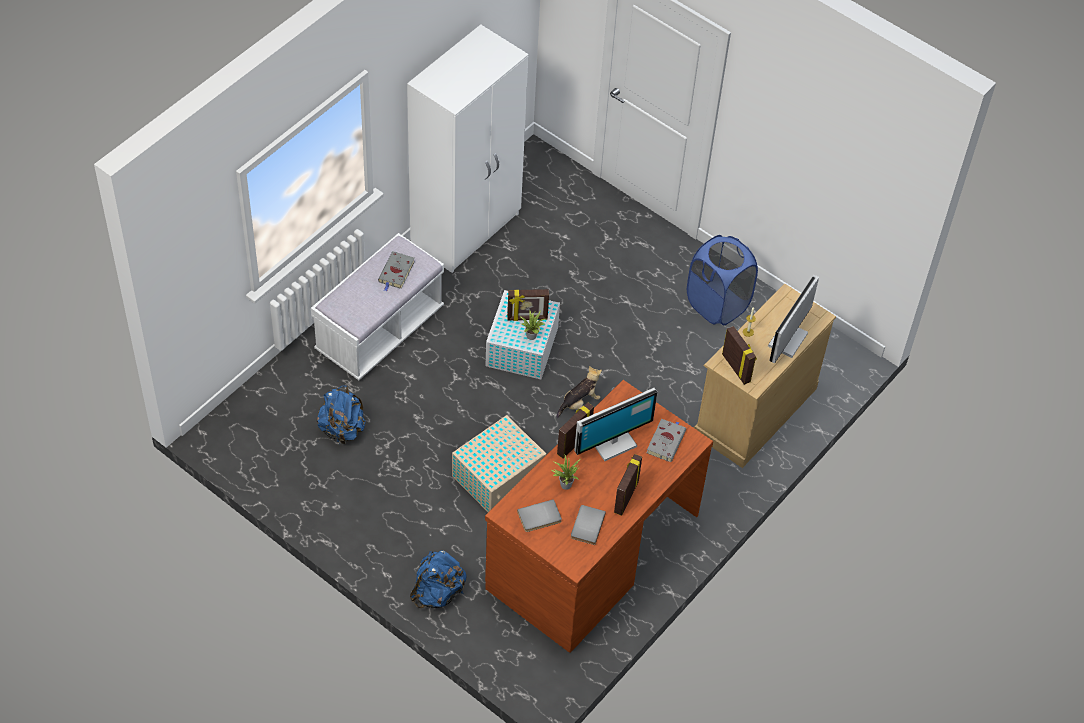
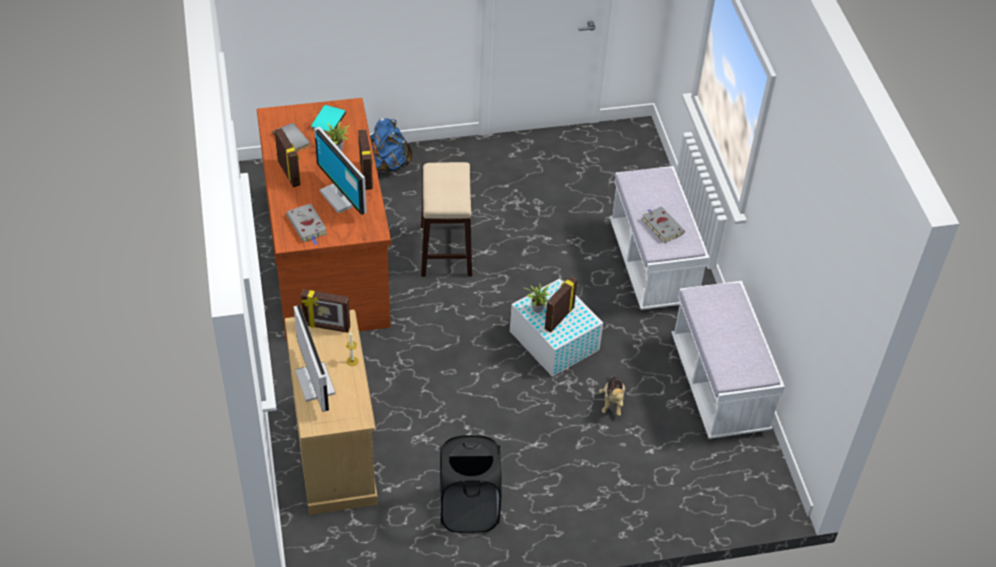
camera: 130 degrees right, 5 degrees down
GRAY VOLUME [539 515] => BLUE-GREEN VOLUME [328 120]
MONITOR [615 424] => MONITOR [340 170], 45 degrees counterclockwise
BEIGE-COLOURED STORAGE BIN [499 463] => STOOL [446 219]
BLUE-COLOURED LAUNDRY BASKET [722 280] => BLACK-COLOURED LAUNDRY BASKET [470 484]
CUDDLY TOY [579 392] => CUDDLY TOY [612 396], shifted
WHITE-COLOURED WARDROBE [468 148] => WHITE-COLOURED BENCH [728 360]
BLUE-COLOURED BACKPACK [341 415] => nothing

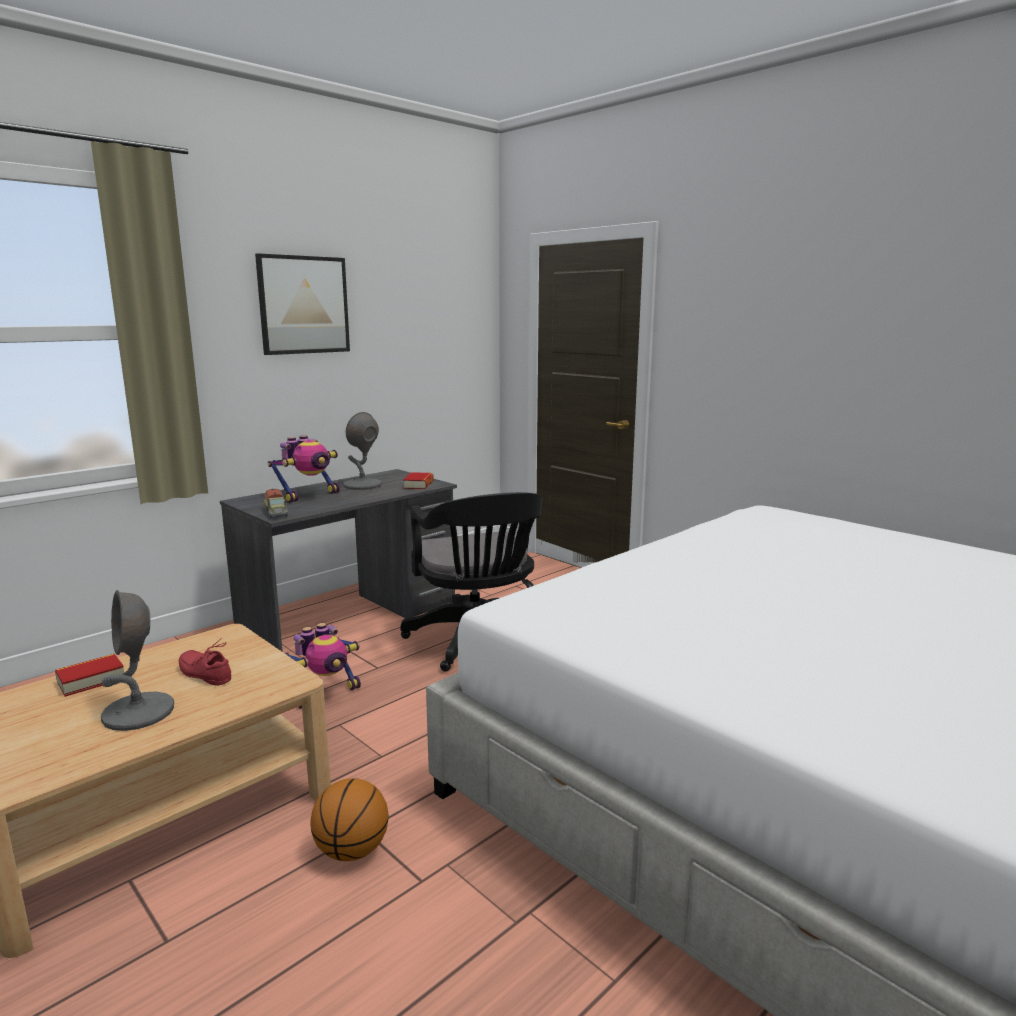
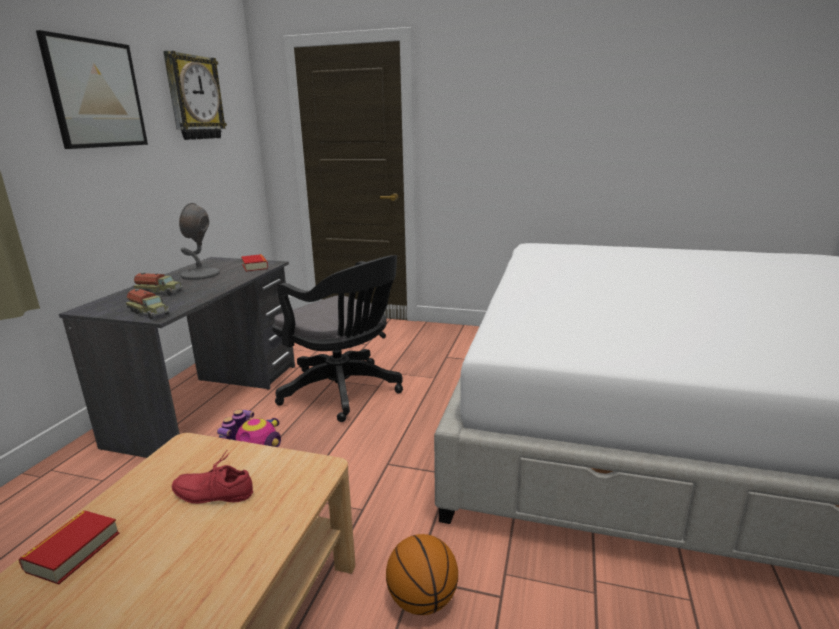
camera: 30 degrees left, 5 degrees up
MODEL ROBOT [304 469] => MODEL TRUCK [158 284]
nothing => HANGING CLOCK [195 95]
GRAY LAMP FOR A TABLE [137 660] => nothing

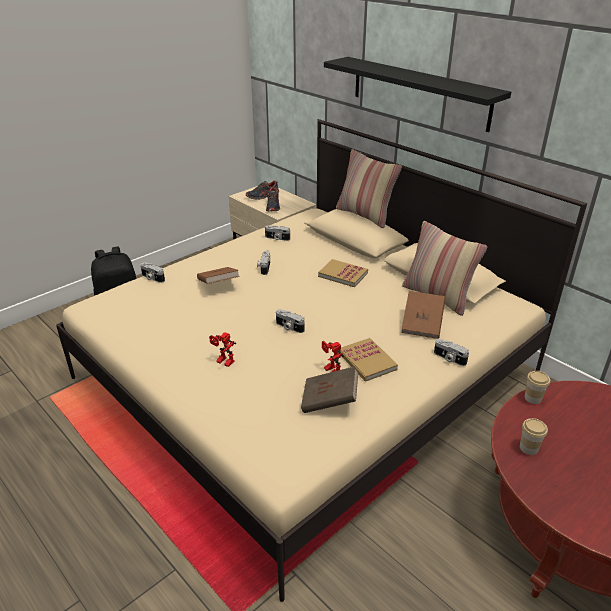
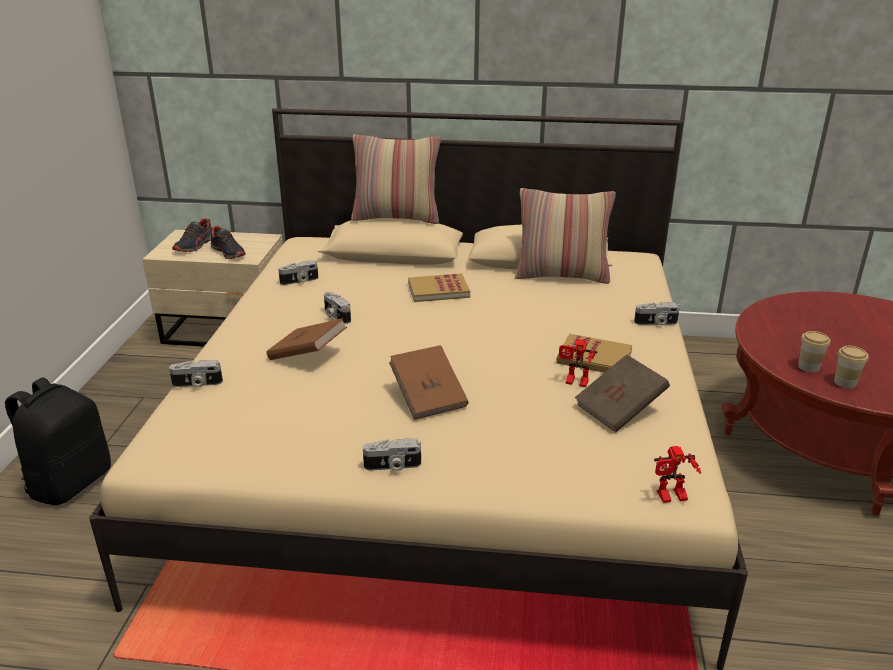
camera: 40 degrees left, 5 degrees down
PHOTO CAMERA [290 321] => PHOTO CAMERA [392 455], shifted
BROWN-COLOURED VOLUME [423 315] => BROWN-COLOURED VOLUME [429 382], shifted
MODEL ROBOT [222 349] => MODEL ROBOT [677 474], shifted
DRINKING CUP [537 387] => DRINKING CUP [851 367], shifted
BLACK-COLOURED WALL SHELF [417 94] => nothing

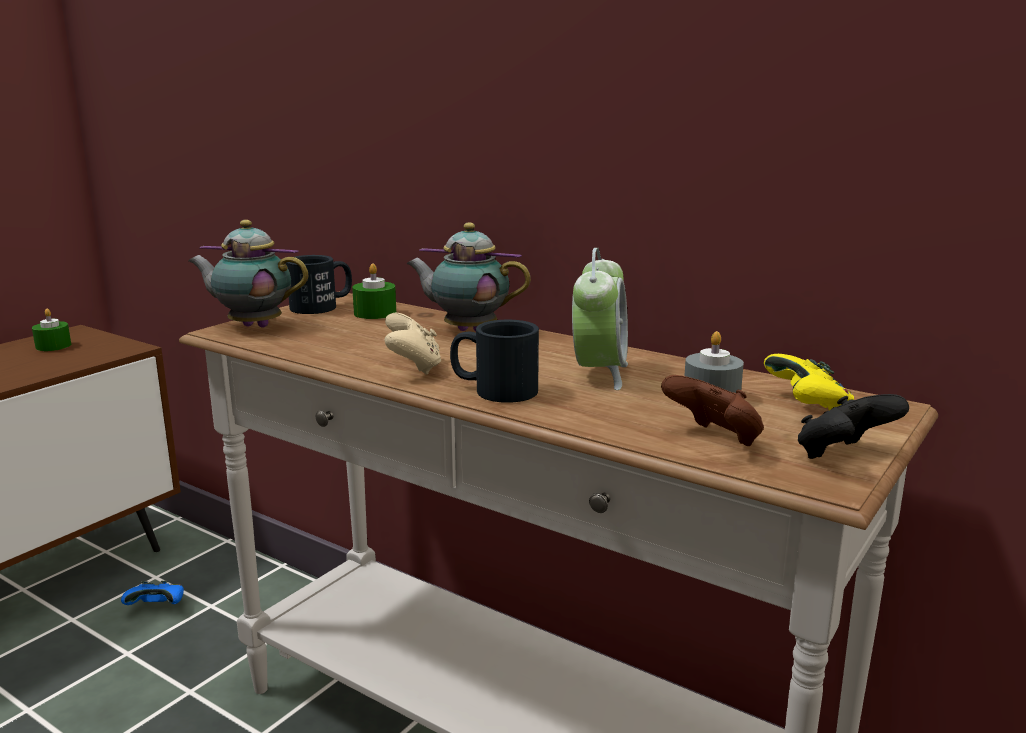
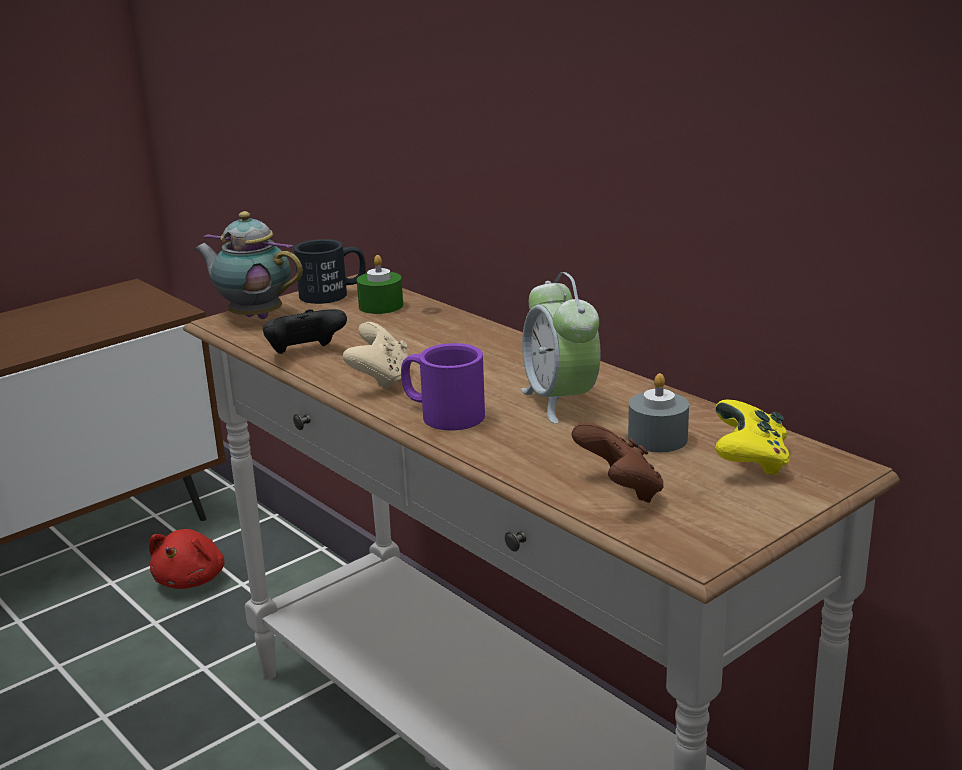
camera: 15 degrees right, 5 degrees up
BLUE-COLOURED JOYPAD [152 593] => RED CUDDLY TOY [187 559]
BLACK-COLOURED JOYPAD [853 426] => BLACK-COLOURED JOYPAD [305 331], shifted
BLACK-COLOURED COFFEE MUG [494 361] => PURPLE-COLOURED COFFEE MUG [443 386]
BEDSIDE CLOCK [600 319] => BEDSIDE CLOCK [561 348], 135 degrees clockwise
GREEN CANDLE [51 330] => nothing
TEAPOT [468 277] => nothing

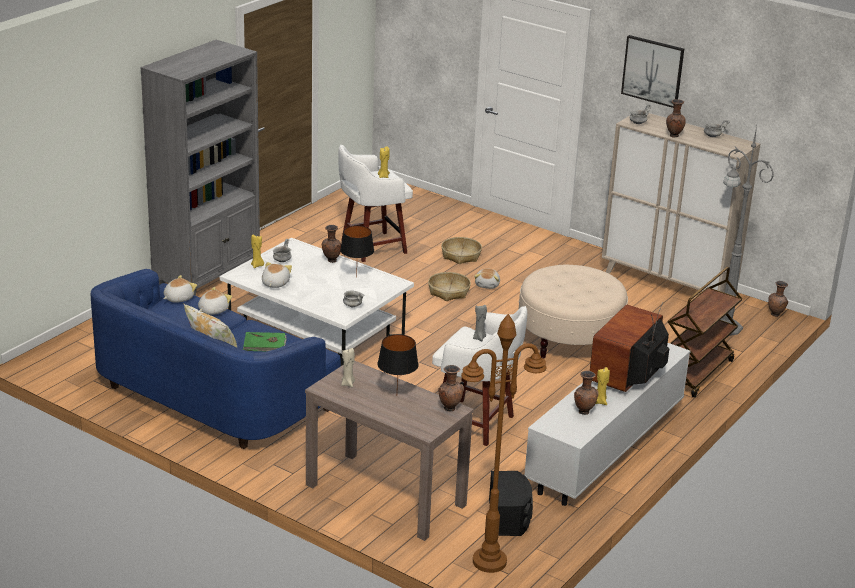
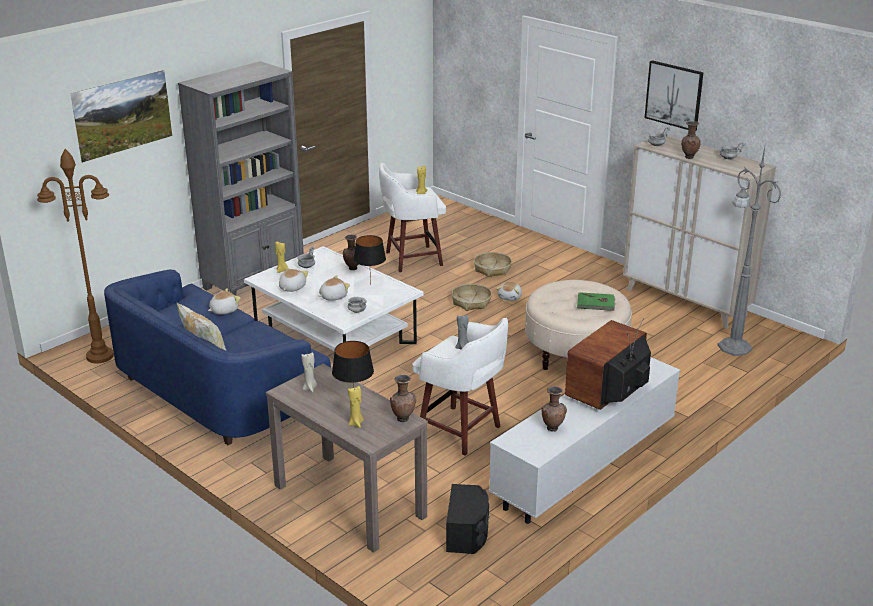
camera: 10 degrees right, 0 degrees up
BROWN-COLOURED FLOOR LAMP [503 443] => BROWN-COLOURED FLOOR LAMP [75 256], shifted
nothing => WALL ART [121 116]
CUDDLY TOY [180 289] => CUDDLY TOY [334 288], shifted
YELLOW-COLOURED CANDLE [603 386] => YELLOW-COLOURED CANDLE [356 407], shifted
GREEN VOLUME [265 341] => GREEN VOLUME [596 301], shifted
BROWN-COLOURED TROLLEY [705 332] => nothing
BROWN-COLOURED VASE [778 299] => nothing

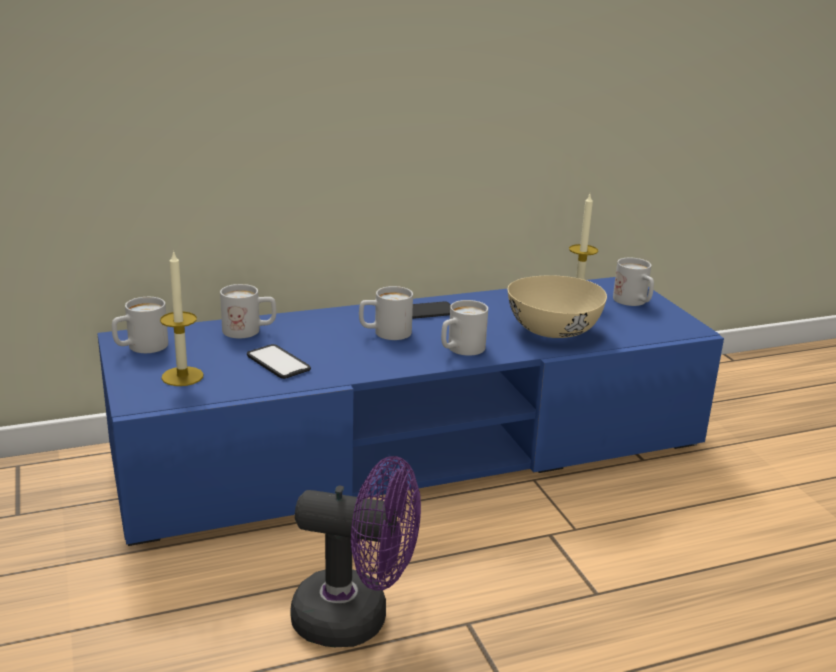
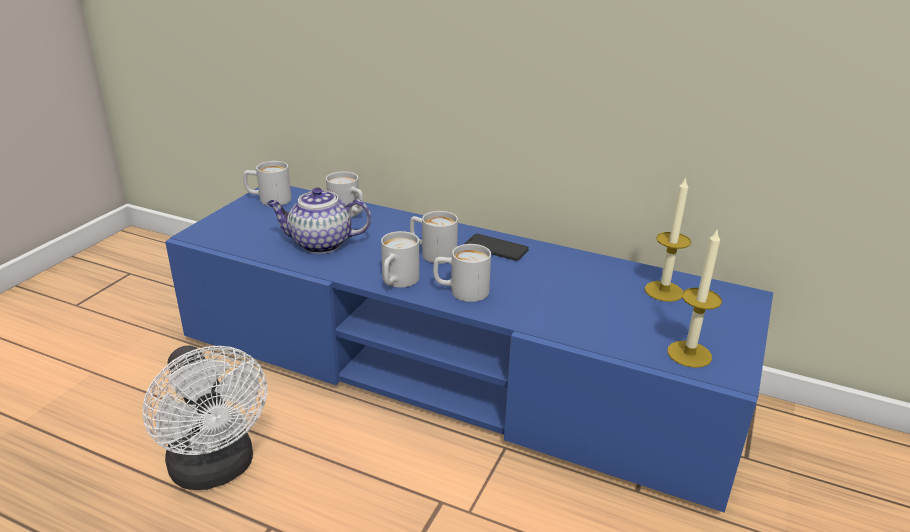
camera: 45 degrees right, 5 degrees up
PURPLE-COLOURED COOLING FAN [356 551] => WHITE-COLOURED COOLING FAN [205 417]
TELEPHONE [279 361] => TEAPOT [318 220]
WHITE-COLOURED COFFEE MUG [633 282] => WHITE-COLOURED COFFEE MUG [400 259], shifted
CANDLE [182 318] => CANDLE [694 298], shifted
BEIGE-COLOURED BOWL [557 306] => nothing

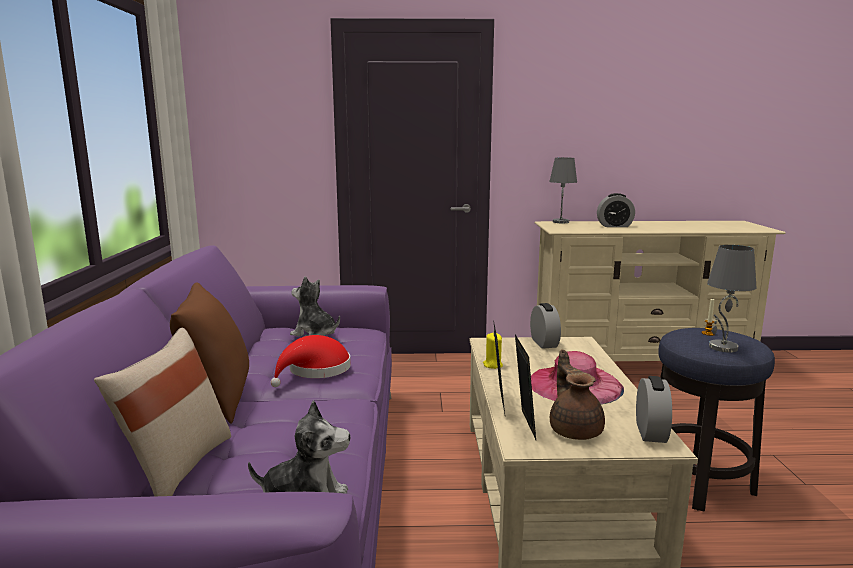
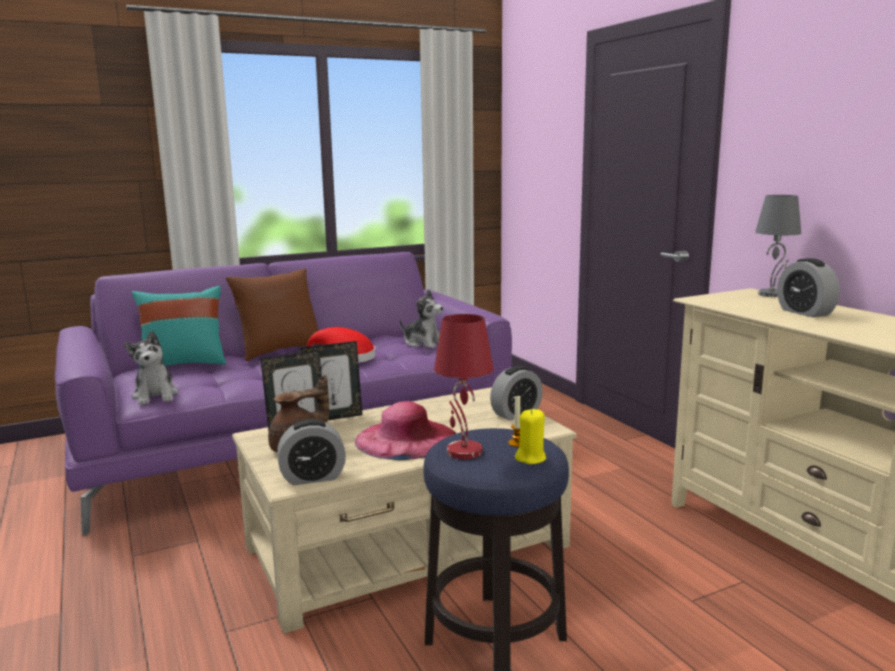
camera: 65 degrees right, 0 degrees up
BEIGE-COLOURED THROW PILLOW [162 412] => BLUE-GREEN THROW PILLOW [179 327]
CUDDLY TOY [315 306] => CUDDLY TOY [421 318], 120 degrees clockwise
GRAY LAMP FOR A TABLE [732 298] => RED LAMP FOR A TABLE [464 386]
YELLOW-COLOURED CANDLE [493 351] => YELLOW-COLOURED CANDLE [530 436], shifted

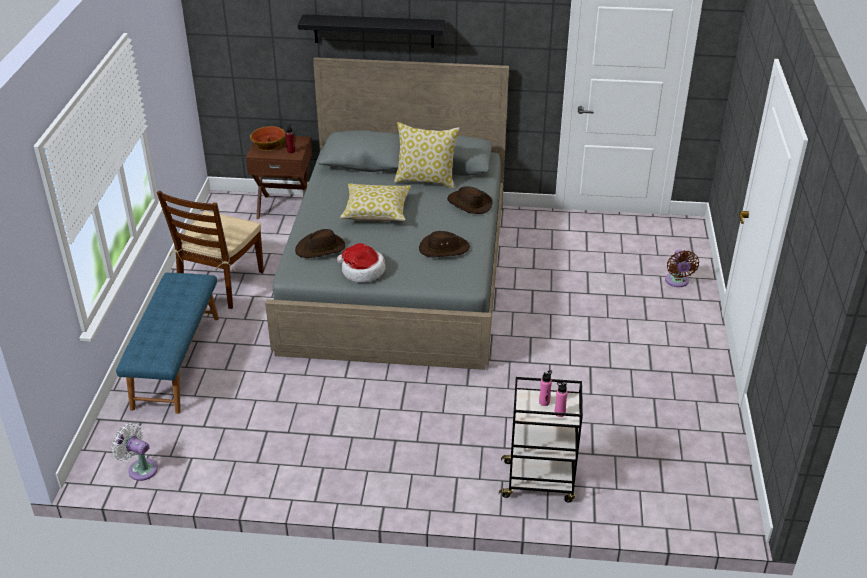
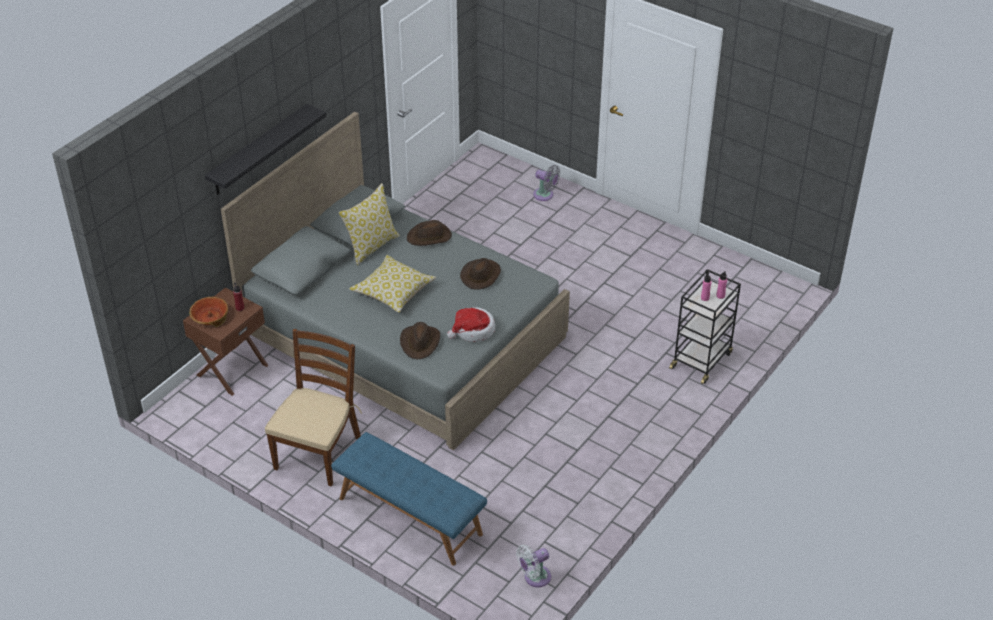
camera: 60 degrees left, 5 degrees up
BROWN-COLOURED UPRIGHT CHAIR [210 249] => BROWN-COLOURED UPRIGHT CHAIR [313 408], 120 degrees counterclockwise
BROWN-COLOURED COOLING FAN [682 268] => GRAY COOLING FAN [546 183]

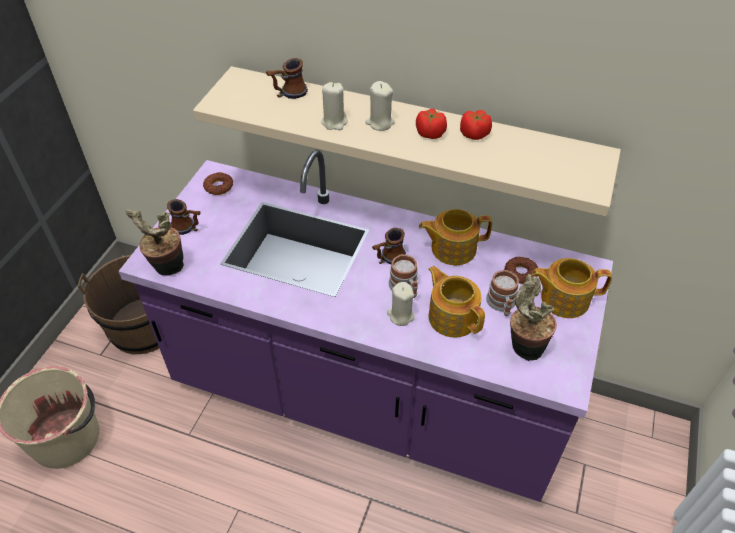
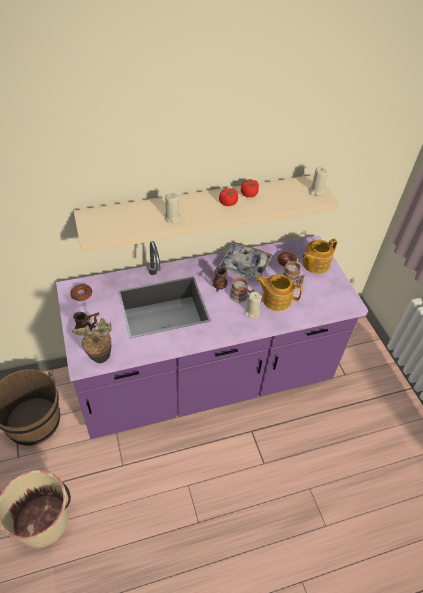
camera: 40 degrees left, 0 degrees up
TEAPOT [455 237] => CARRYING TRAY [245 261]
BEIGE-COLOURED CANDLE [380 106] => BEIGE-COLOURED CANDLE [318 181], shifted
COFFEE MUG [287 78] => nothing
PLANT IN A POT [533 317] => nothing

